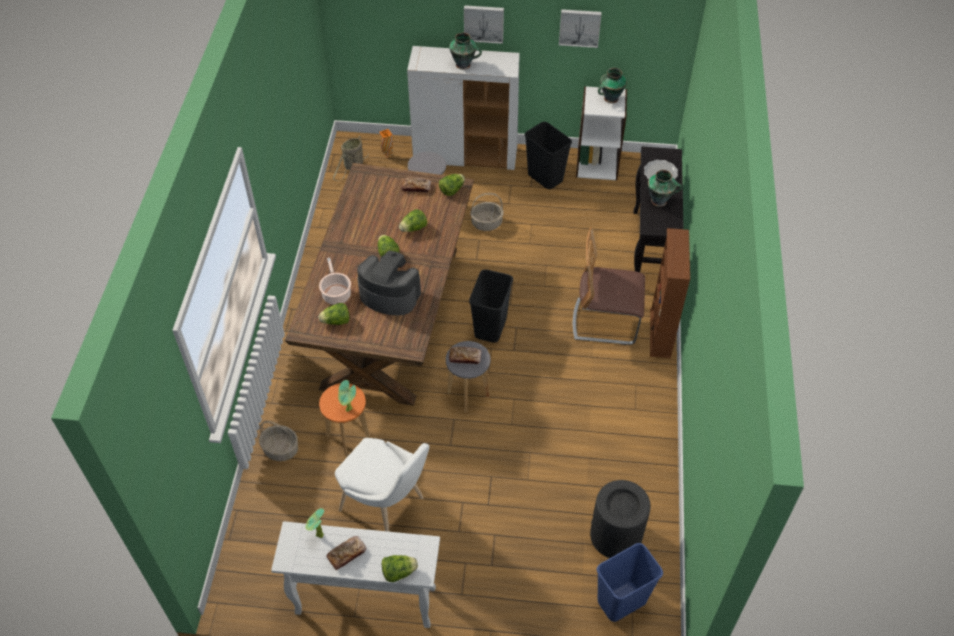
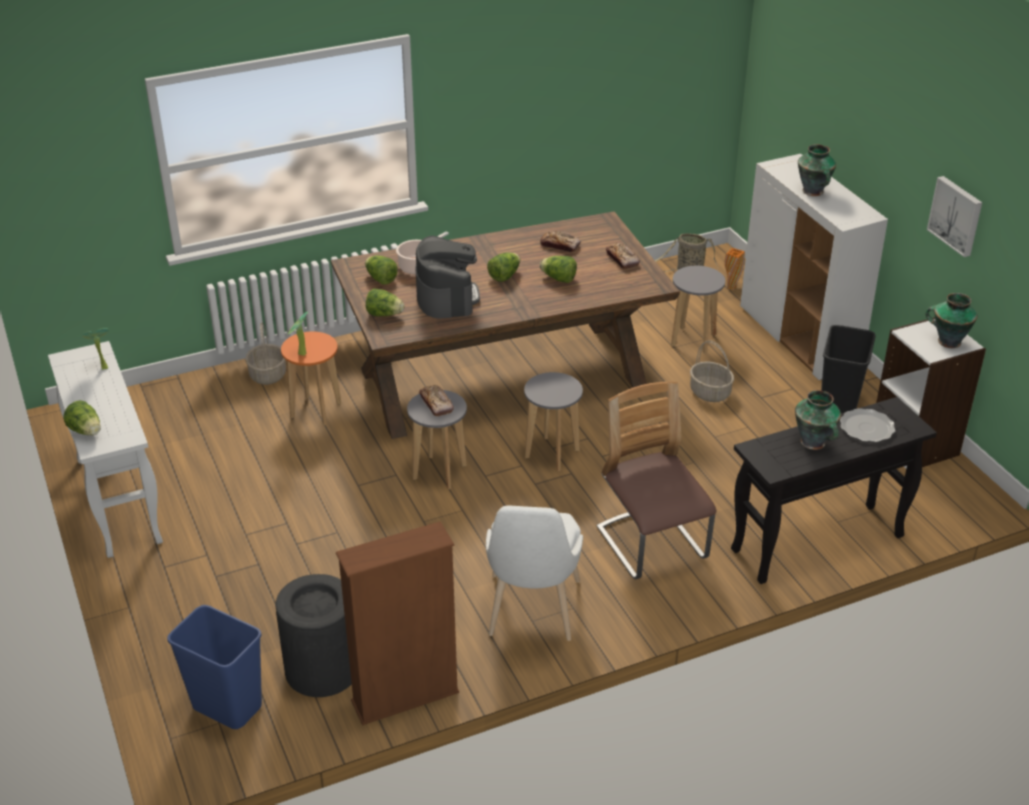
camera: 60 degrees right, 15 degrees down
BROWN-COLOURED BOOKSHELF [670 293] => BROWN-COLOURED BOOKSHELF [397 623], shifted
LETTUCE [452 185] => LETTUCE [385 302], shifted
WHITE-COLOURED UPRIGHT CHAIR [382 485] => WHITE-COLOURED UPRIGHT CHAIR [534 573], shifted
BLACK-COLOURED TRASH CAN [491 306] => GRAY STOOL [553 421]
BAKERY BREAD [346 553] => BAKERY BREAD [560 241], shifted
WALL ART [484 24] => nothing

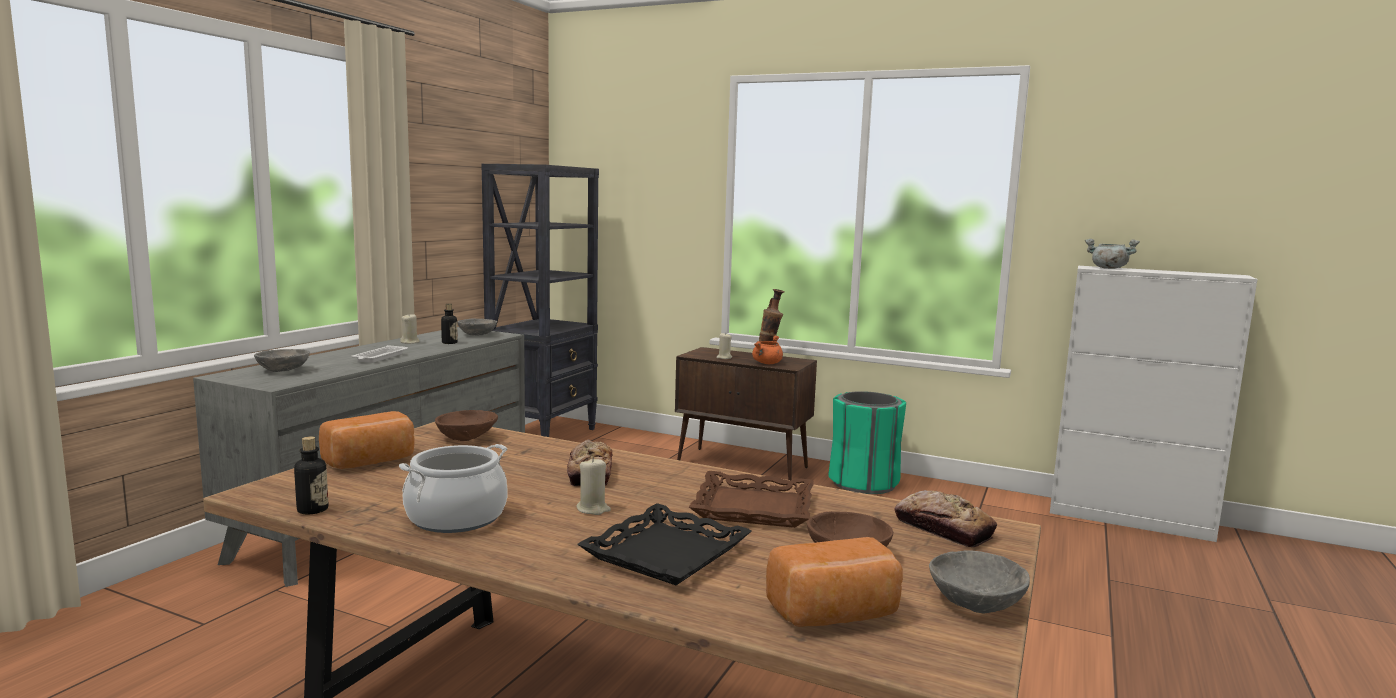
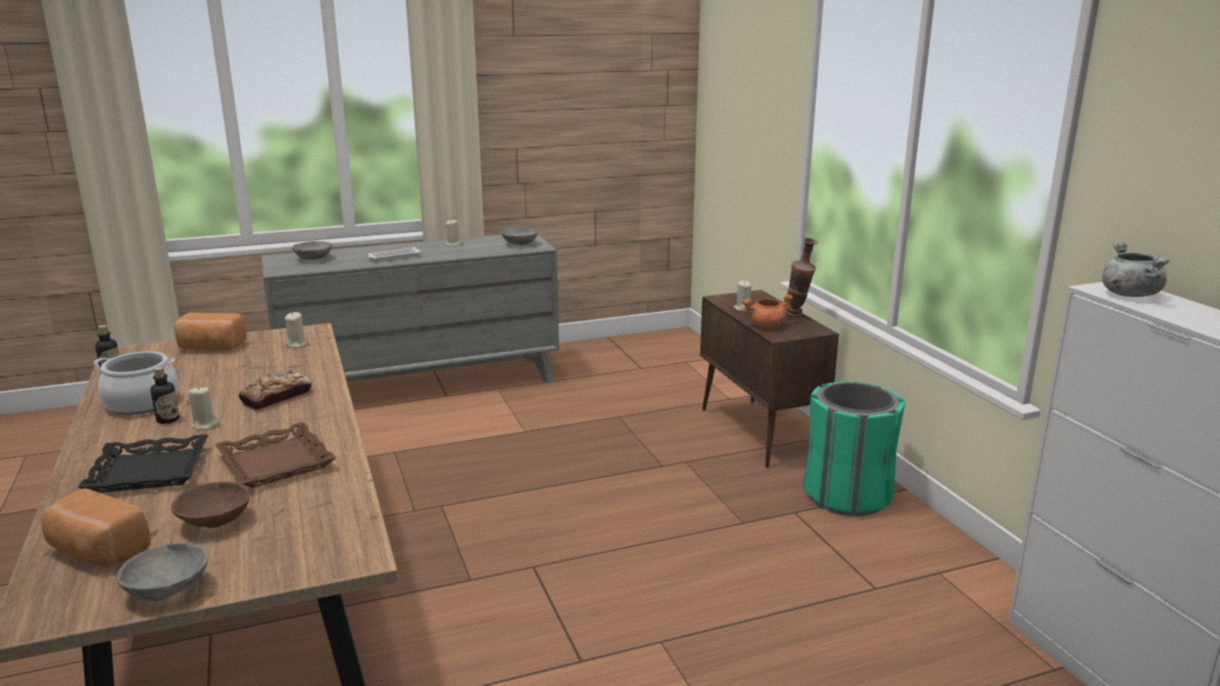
camera: 45 degrees right, 10 degrees up
BEVERAGE BOTTLE [449 324] => BEVERAGE BOTTLE [165 395], shifted
BROWN-COLOURED BOWL [466 425] => BEIGE-COLOURED CANDLE [296 330]
BLACK-COLOURED BOOKSHELF [540 300] => nothing
BAKERY BREAD [945 518] => nothing

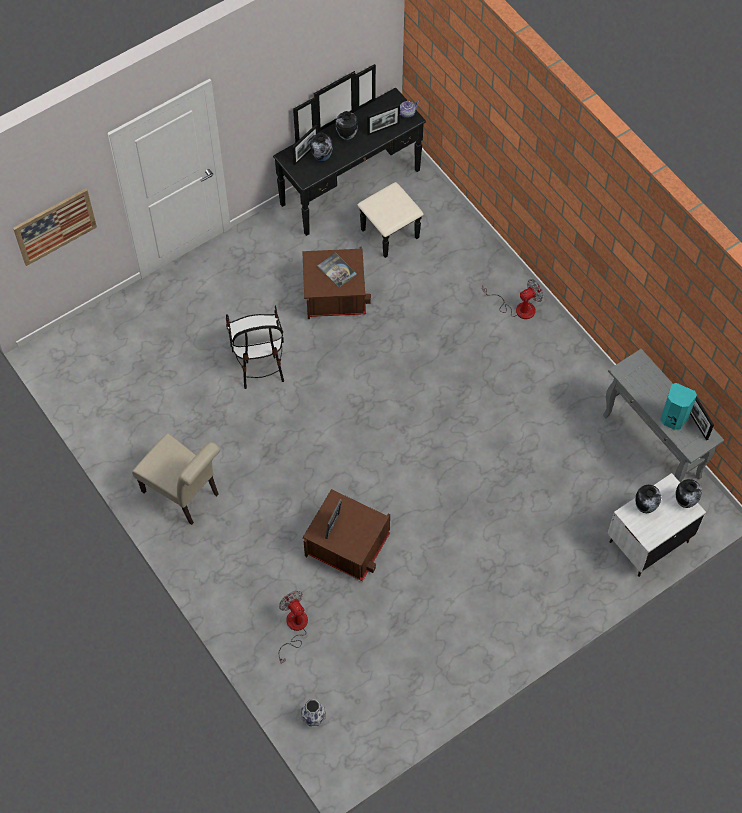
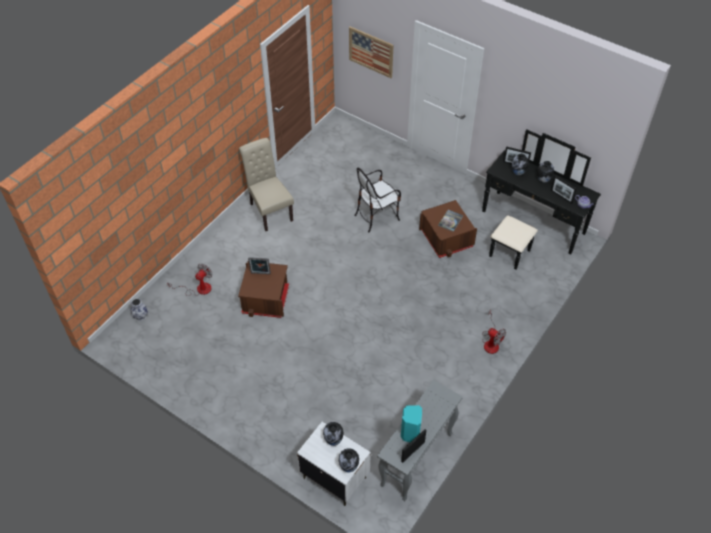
camera: 70 degrees right, 10 degrees down
BEIGE-COLOURED UPRIGHT CHAIR [176 479] => BEIGE-COLOURED UPRIGHT CHAIR [266 184], 135 degrees clockwise

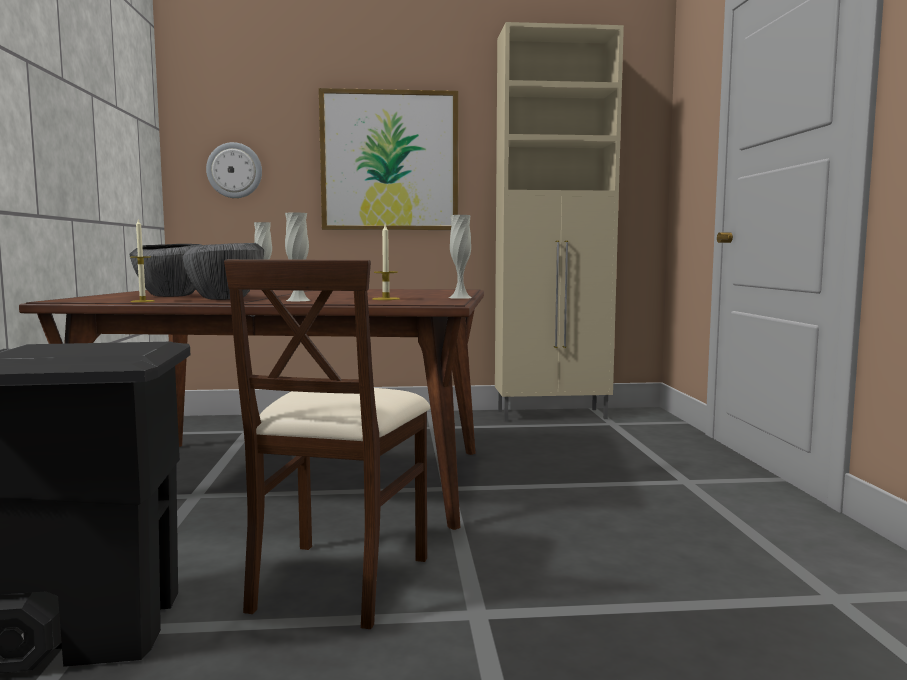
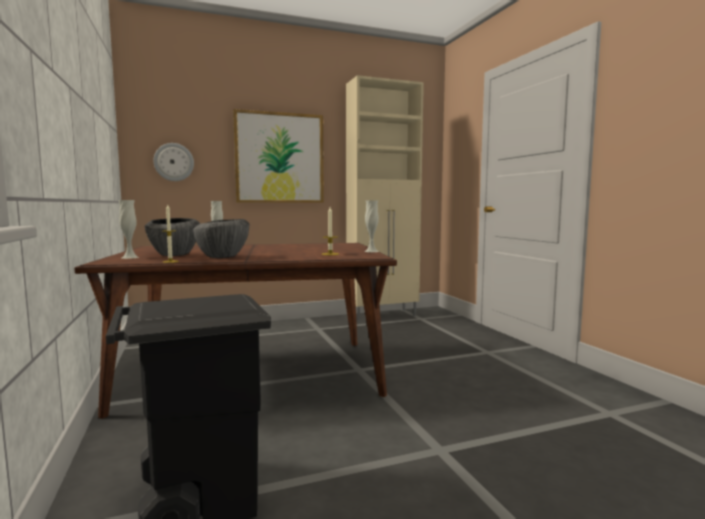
camera: 15 degrees left, 0 degrees up
WHITE-COLOURED VASE [298 256] => WHITE-COLOURED VASE [128 229], shifted
BEIGE-COLOURED UPRIGHT CHAIR [327 444] => nothing

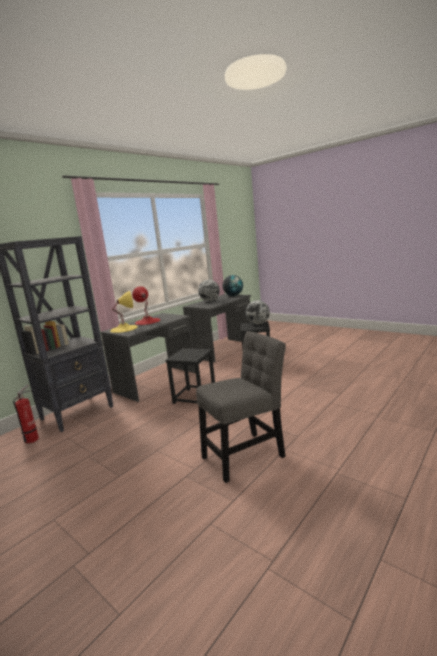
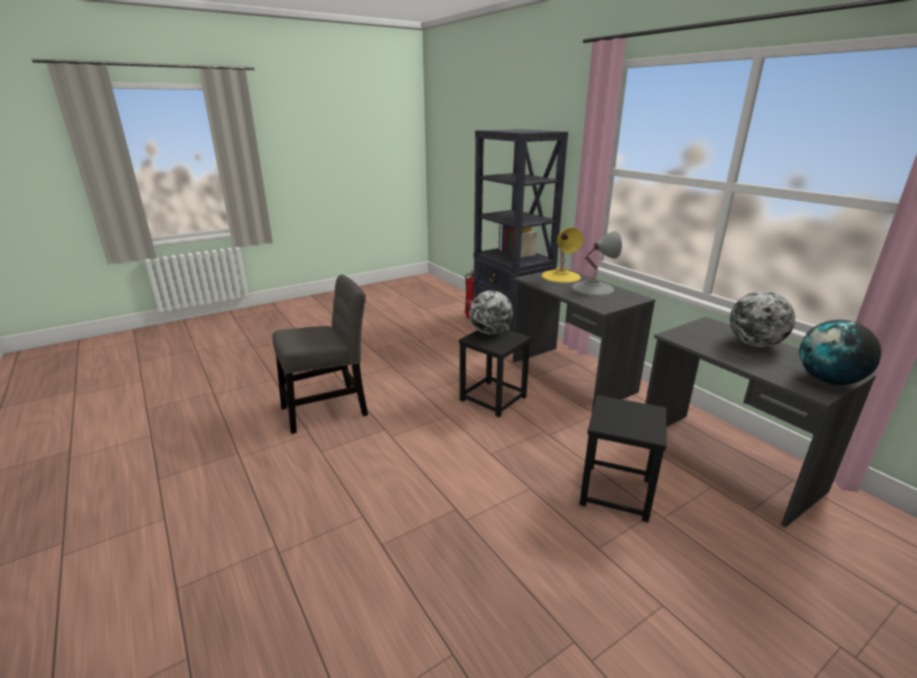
camera: 105 degrees right, 10 degrees up
GRAY UPRIGHT CHAIR [241 407] => GRAY UPRIGHT CHAIR [320 354], 105 degrees counterclockwise
DESK GLOBE [258 312] => DESK GLOBE [491 312], shifted
RED LAMP FOR A TABLE [146 305] => GRAY LAMP FOR A TABLE [597 263]

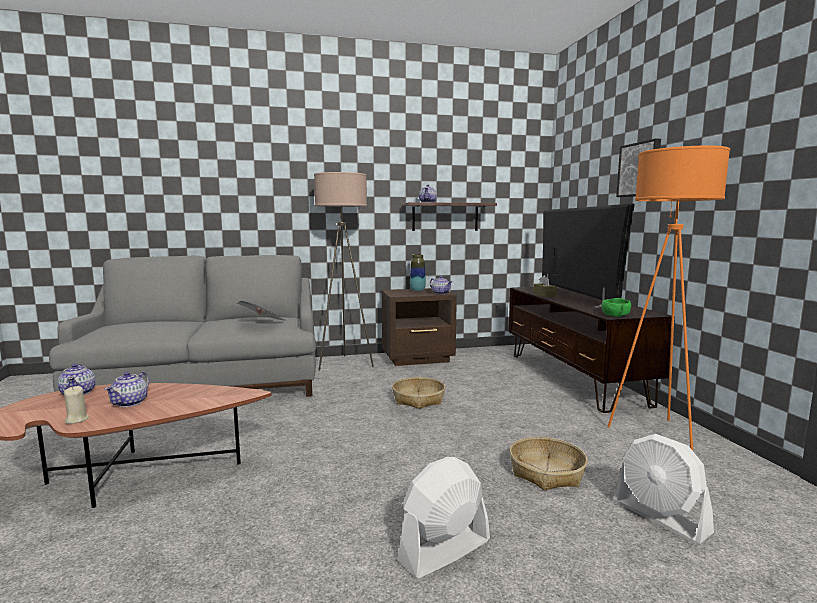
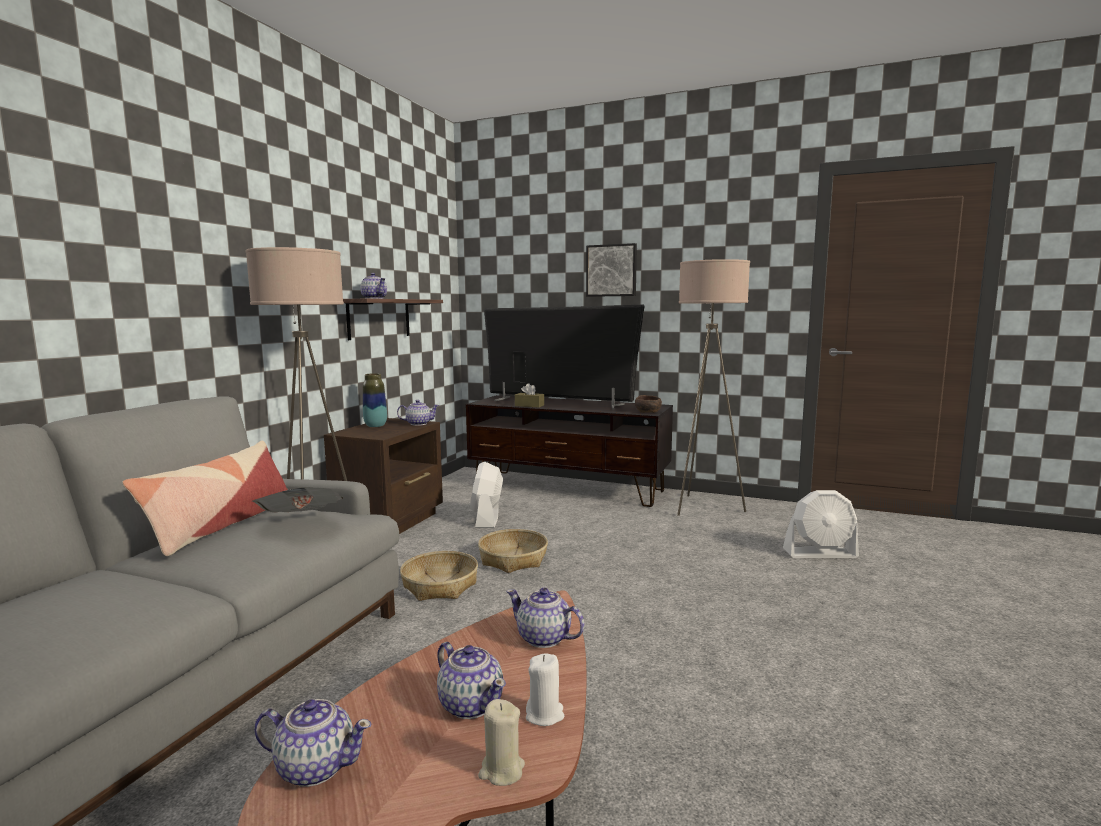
camera: 55 degrees left, 0 degrees up
nothing => THROW PILLOW [205 498]
BASKET [549 464] => BASKET [439 576], shifted
WHITE-COLOURED COOLING FAN [444 517] => WHITE-COLOURED COOLING FAN [486 495], shifted
nothing => TEAPOT [545 618]
nothing => WHITE-COLOURED CANDLE [545 689]
GREEN BOWL [616 307] => BROWN-COLOURED BOWL [648 404]
ORANGE FLOOR LAMP [668 298] => BEIGE-COLOURED FLOOR LAMP [713 387]

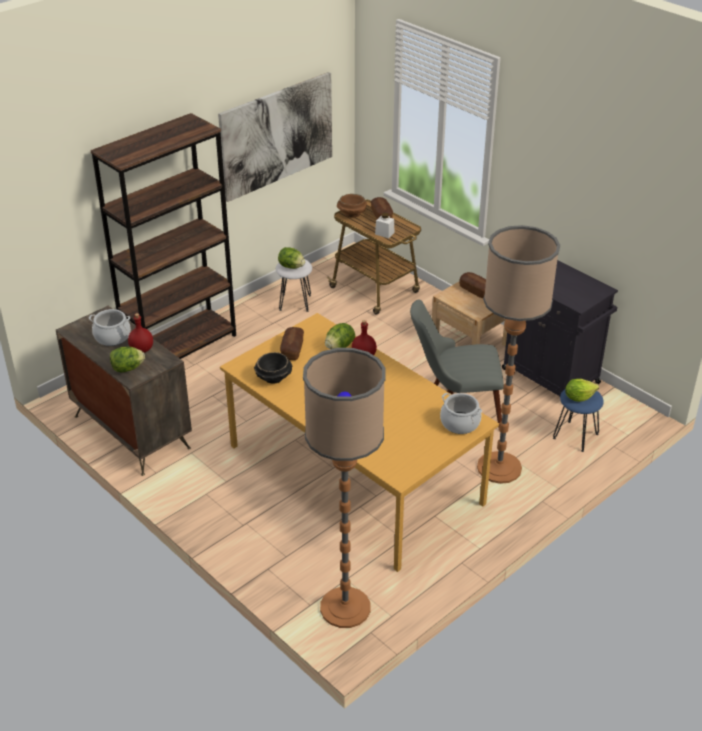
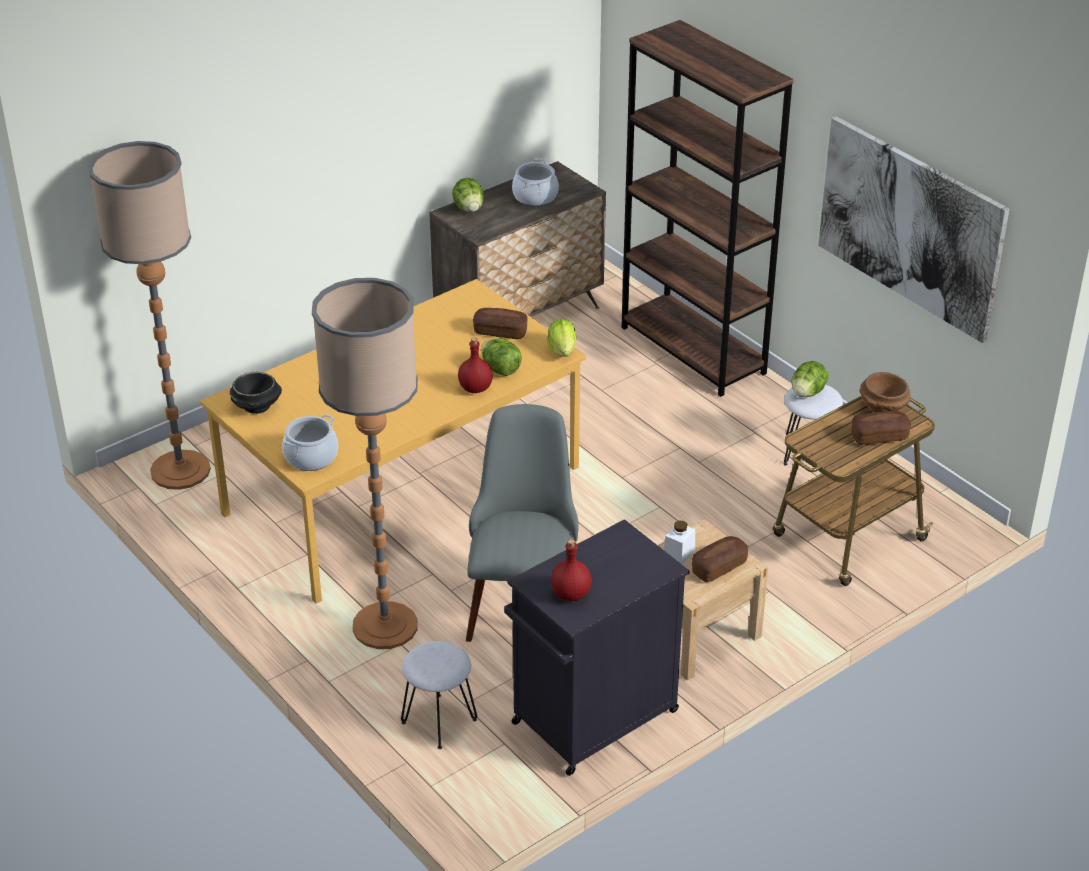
camera: 95 degrees right, 0 degrees up
BLACK-COLOURED BOWL [273 367] => BLACK-COLOURED BOWL [256 393], shifted
BLUE-COLOURED STOOL [578 420] => WHITE-COLOURED STOOL [439 695]
LETTUCE [582 390] => LETTUCE [561 338], shifted
RED BEVERAGE BOTTLE [140 333] => RED BEVERAGE BOTTLE [571 570], shifted
WHITE-COLOURED JAR [384 225] => WHITE-COLOURED JAR [679 542], shifted

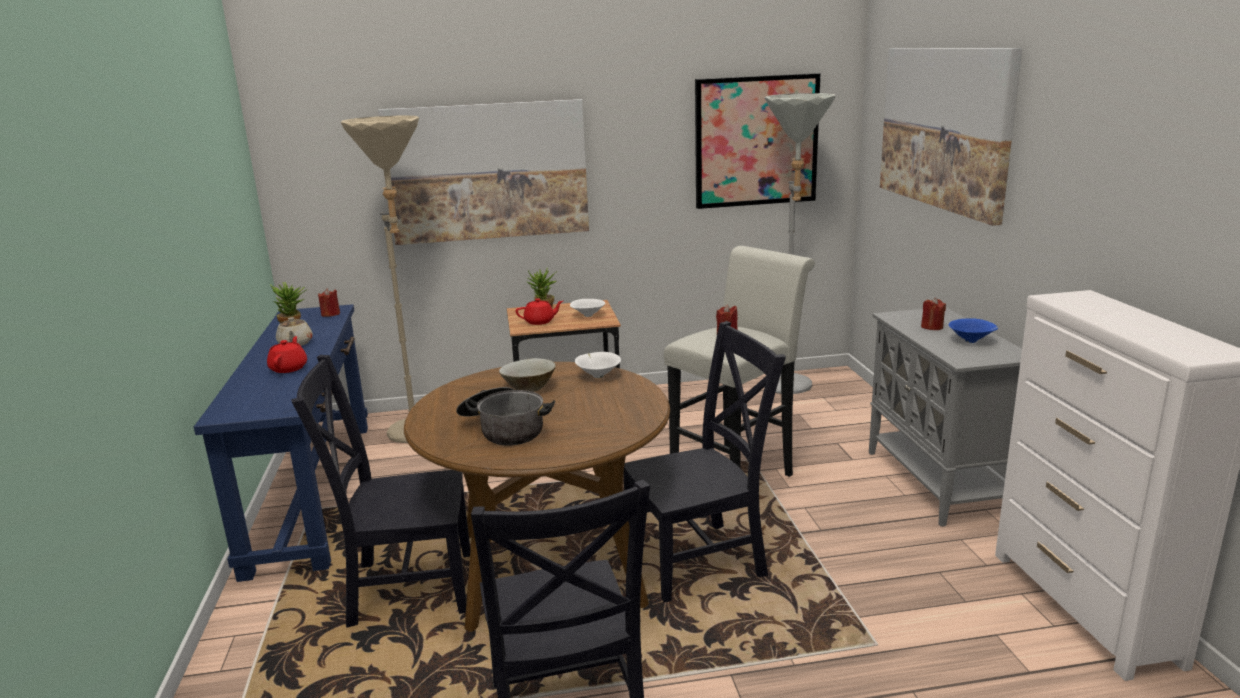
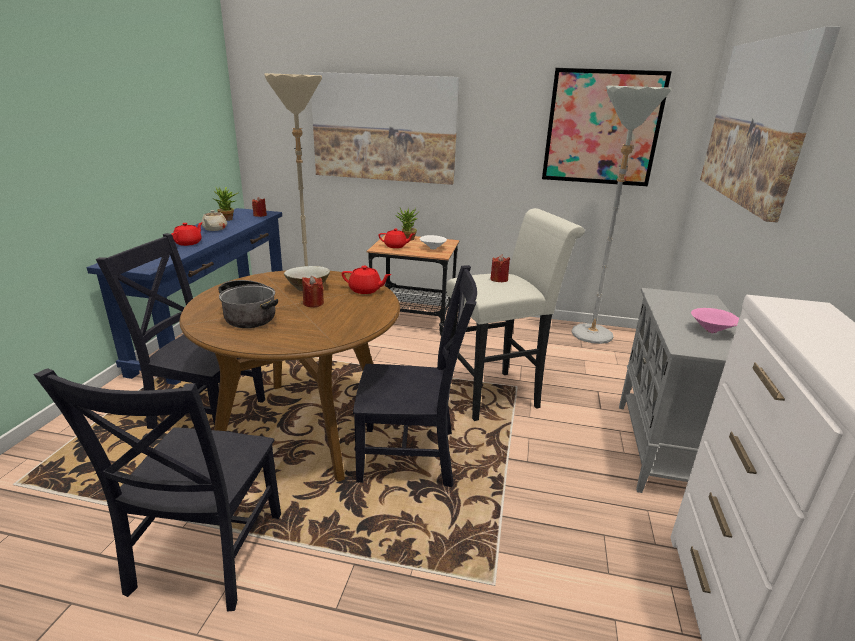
camera: 20 degrees right, 5 degrees up
RED CANDLE [933 314] => RED CANDLE [313 291], shifted
WHITE-COLOURED BOWL [598 365] => RED TEAPOT [367 279]
BLUE-COLOURED BOWL [973 330] => PINKISH BOWL [715 320]

